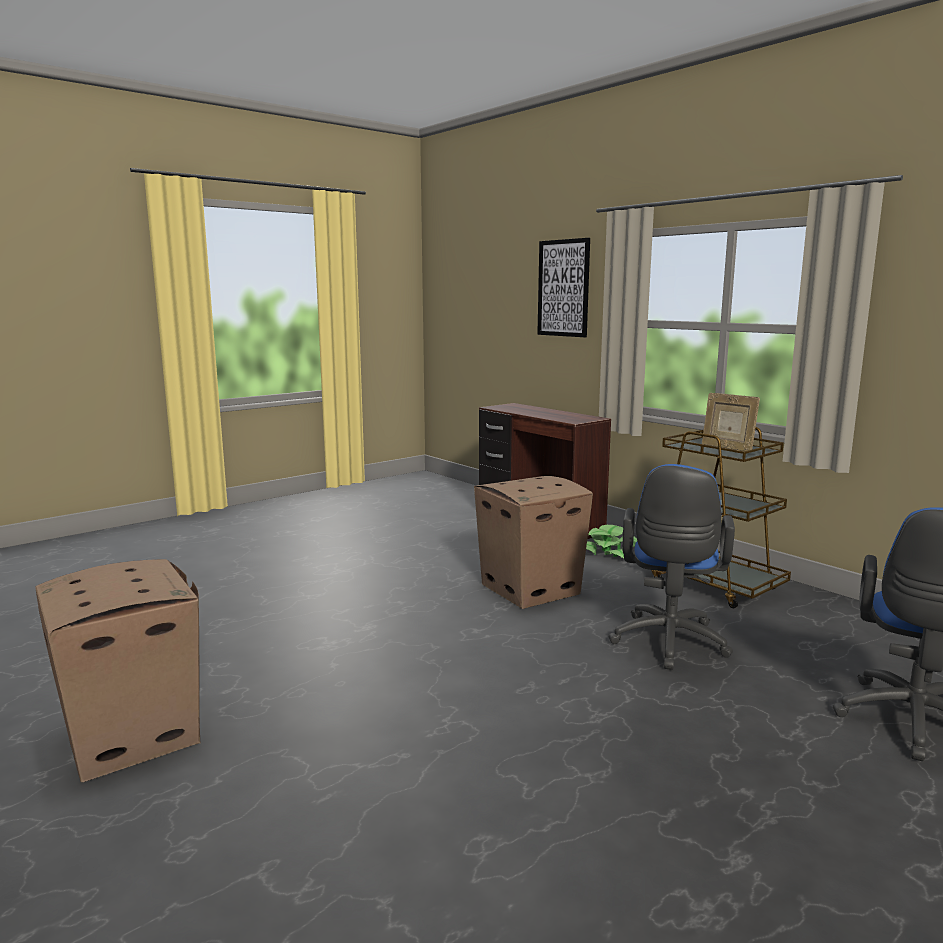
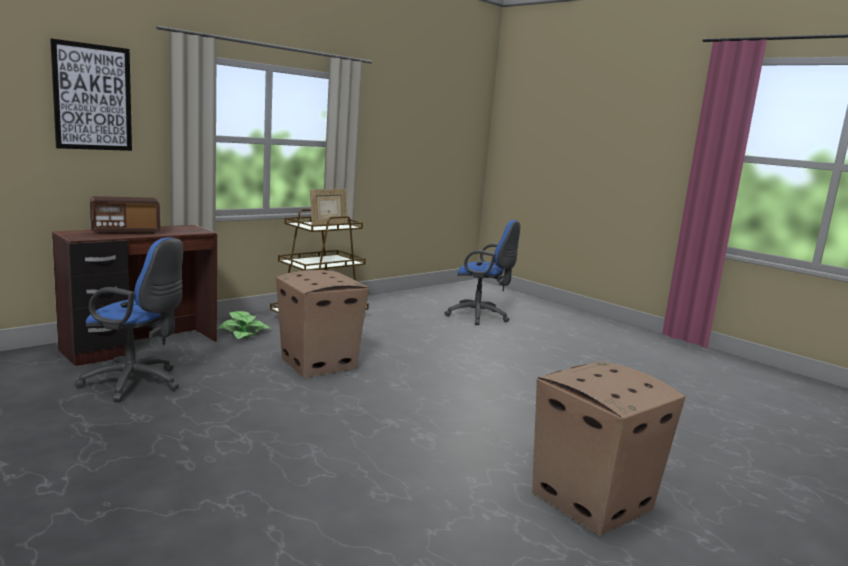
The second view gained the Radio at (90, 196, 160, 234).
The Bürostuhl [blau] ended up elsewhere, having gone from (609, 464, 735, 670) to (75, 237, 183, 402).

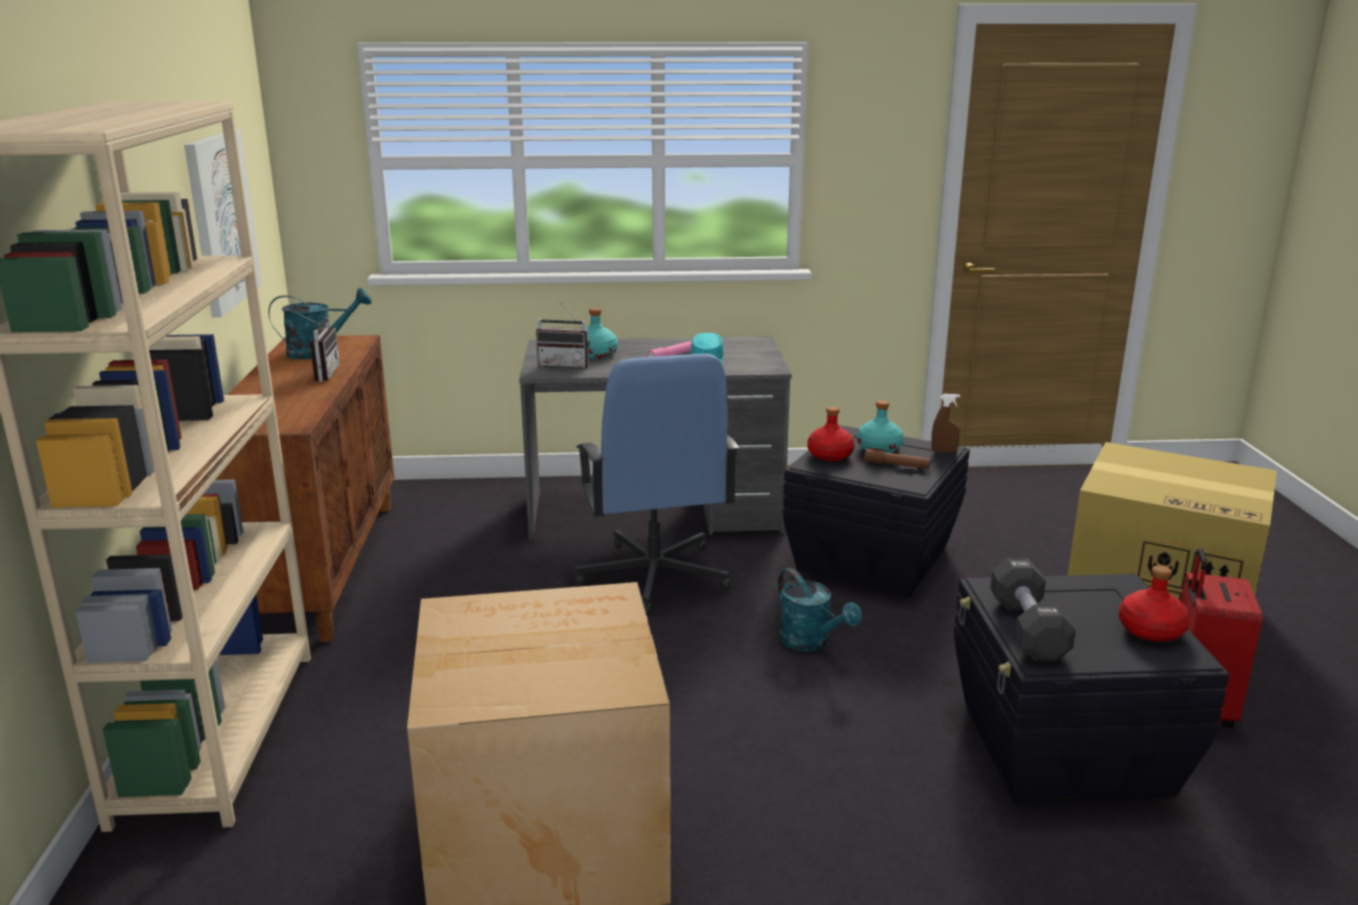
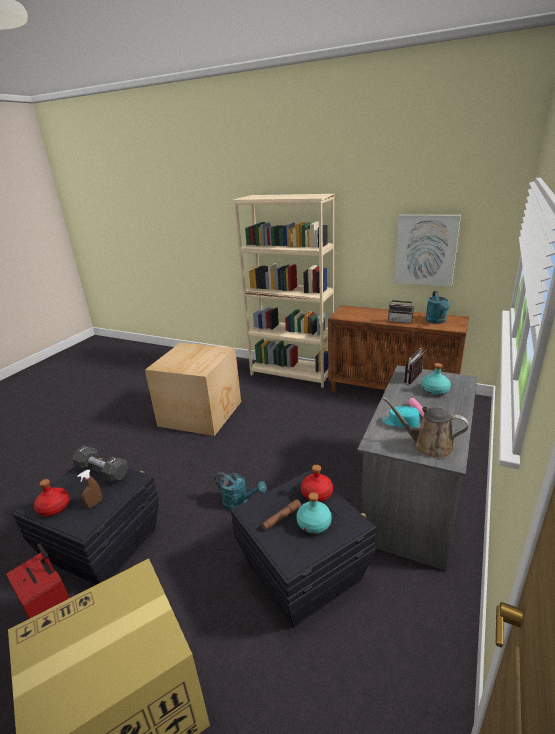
The second view lost the Bürostuhl [blau] at (575, 354, 739, 615).
The second view gained the Gießkanne [braun] at (382, 397, 469, 459).
The Sprühflasche [braun] ended up elsewhere, having gone from (931, 394, 960, 453) to (77, 470, 102, 508).
The Gießkanne [türkis] at (777, 568, 861, 652) ended up facing another way, 150 degrees counterclockwise from before.

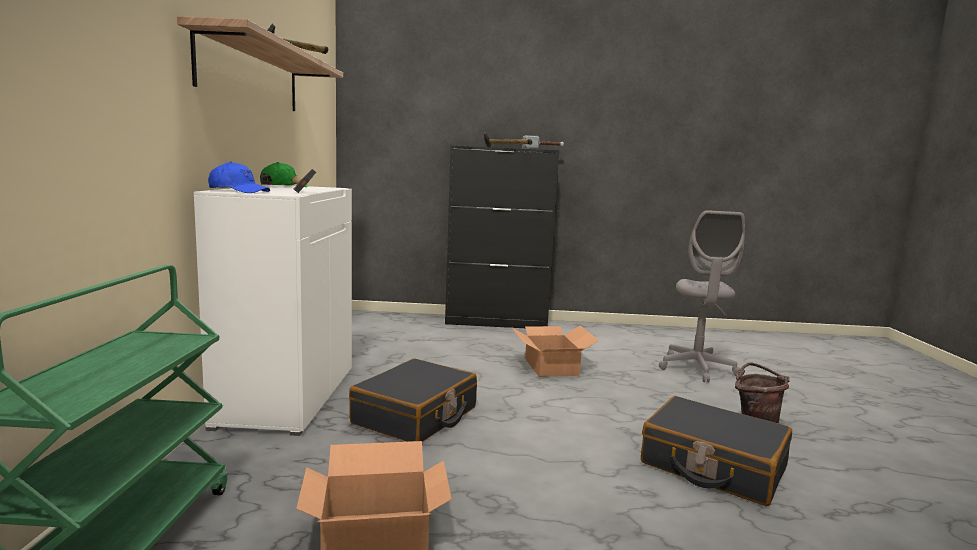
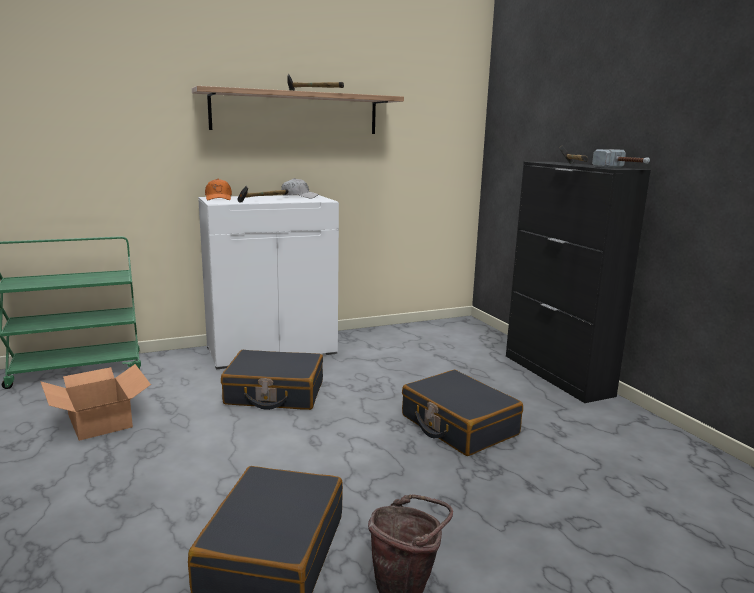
The second view lost the Bürostuhl [grau] at (659, 210, 745, 383).
Where the Karton stood at (511, 325, 599, 377), the Koffer [schwarz] came to stand at (402, 370, 523, 456).
What was the Kappe [blau] at (208, 162, 270, 193) turned into the Kappe [orange] at (205, 179, 232, 200).
What was the Kappe [grün] at (260, 162, 308, 187) turned into the Kappe [weiß] at (281, 178, 319, 198).

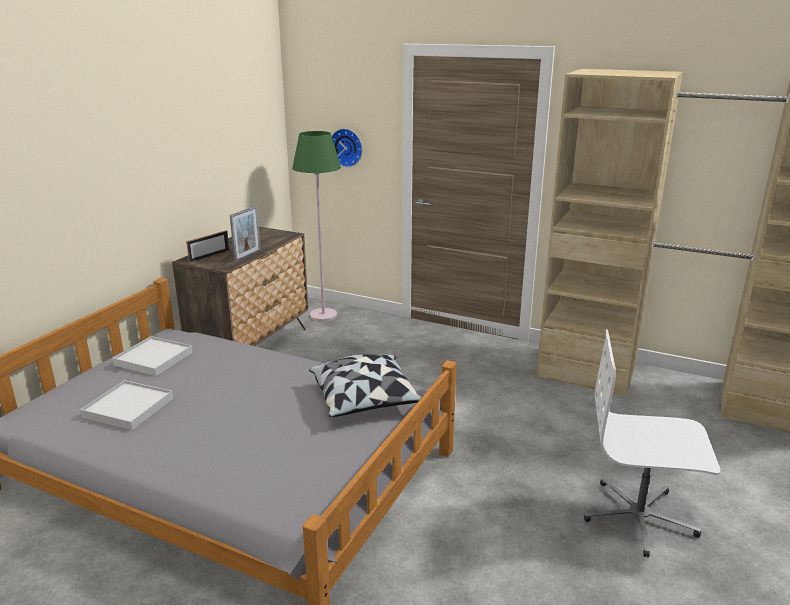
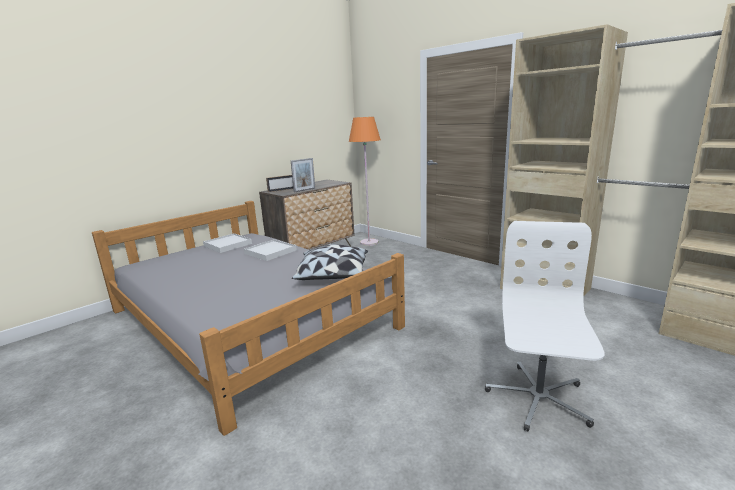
The second view lost the Wanduhr at (332, 129, 363, 167).
The Tablett [weiß] ended up elsewhere, having gone from (80, 380, 173, 430) to (244, 239, 297, 261).
What was the Stehlampe [grün] at (292, 131, 341, 322) turned into the Stehlampe [orange] at (349, 117, 381, 246).
The Bürostuhl [weiß] at (584, 329, 721, 557) ended up facing another way, 75 degrees clockwise from before.

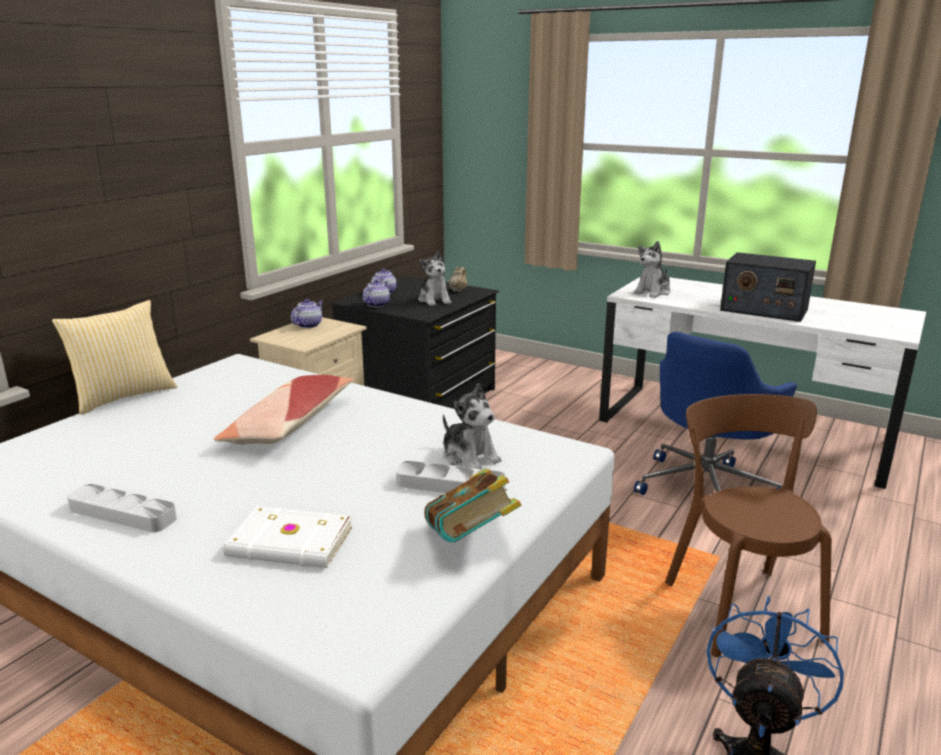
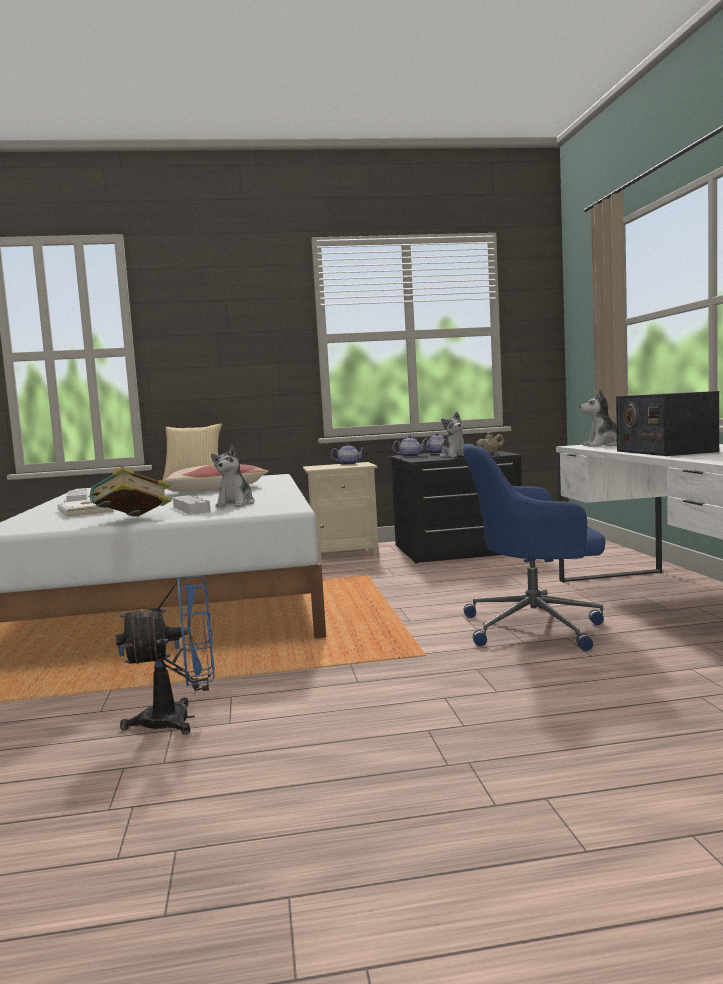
The second view lost the Stuhl [braun] at (665, 394, 832, 657).
The Plüschtier at (418, 251, 451, 306) ended up facing another way, 45 degrees counterclockwise from before.

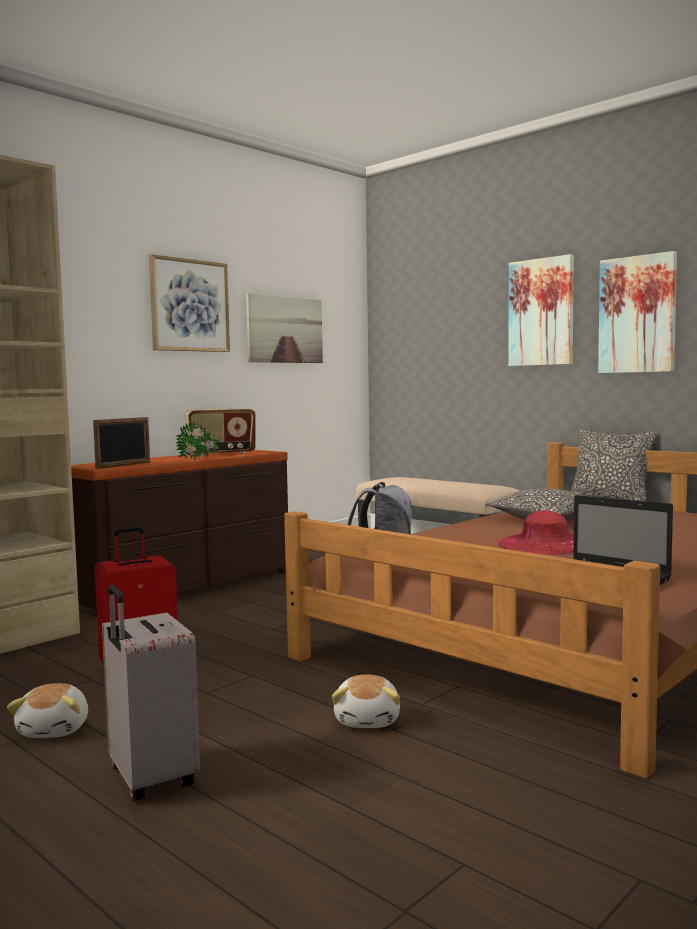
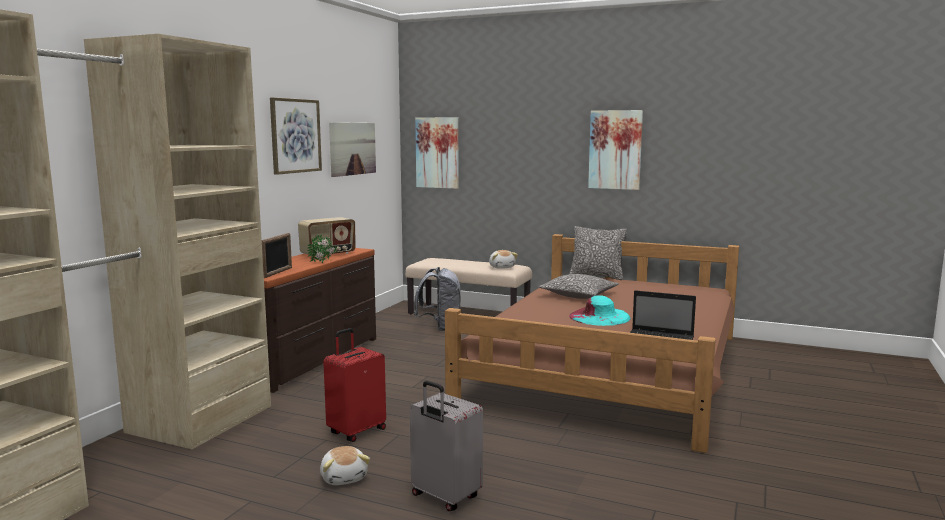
The Plüschtier ended up elsewhere, having gone from (332, 675, 400, 728) to (489, 250, 518, 269).
The Bild ended up elsewhere, having gone from (508, 254, 574, 366) to (415, 117, 459, 189).
What was the Hut [rot] at (498, 510, 574, 555) turned into the Hut [türkis] at (569, 295, 631, 326).

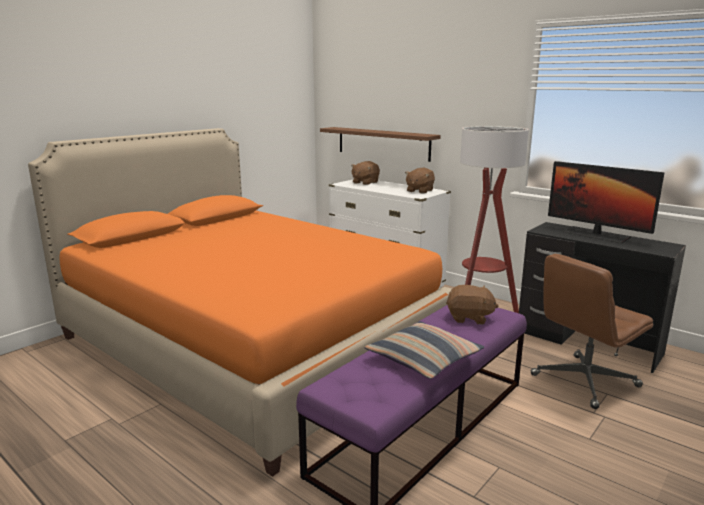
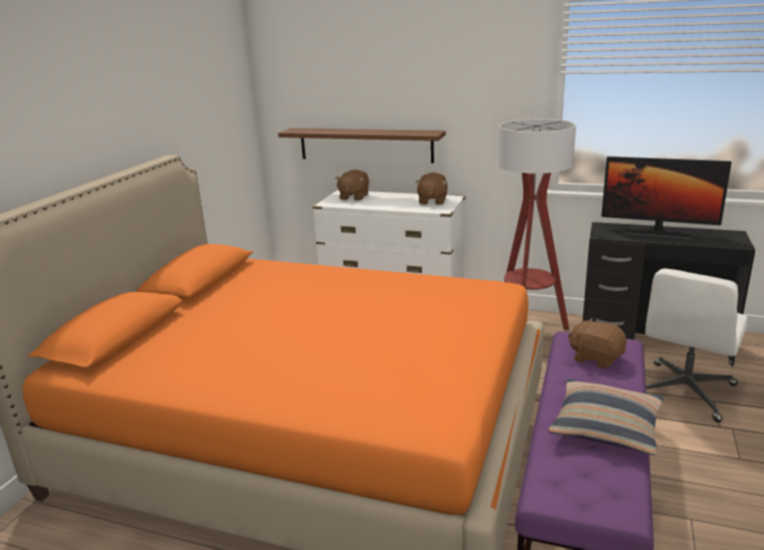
What was the Bürostuhl [braun] at (530, 254, 653, 409) turned into the Bürostuhl [weiß] at (645, 269, 748, 423).
The Plüschtier [braun] at (446, 285, 499, 324) ended up facing another way, 135 degrees counterclockwise from before.

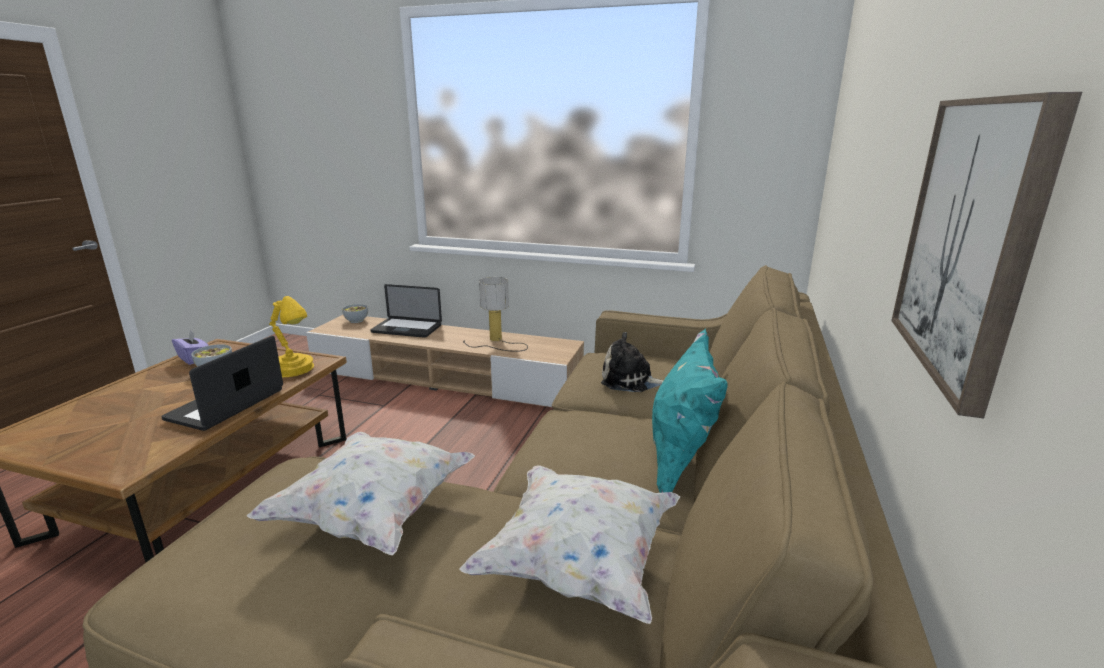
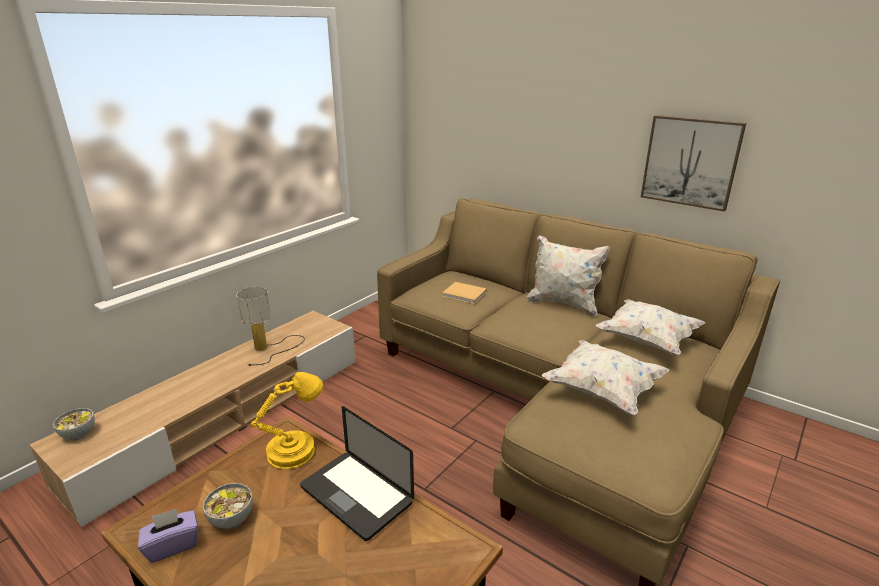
The second view lost the Laptop at (370, 284, 442, 338).
Where the Plüschtier stood at (601, 332, 664, 392), the Buch [beige] came to stand at (442, 282, 487, 304).
What was the Kissen [türkis] at (652, 328, 728, 493) turned into the Kissen [weiß] at (527, 235, 610, 316).

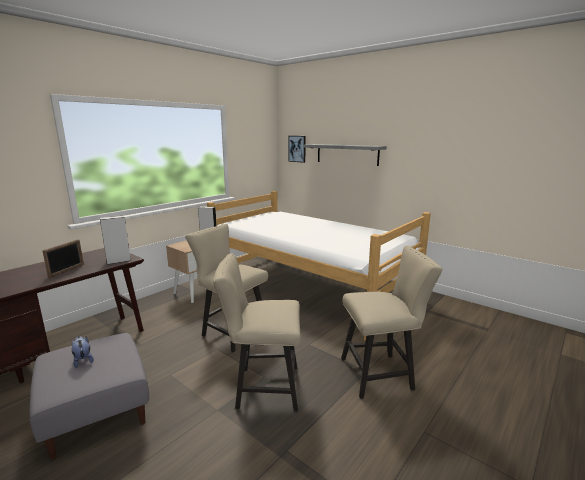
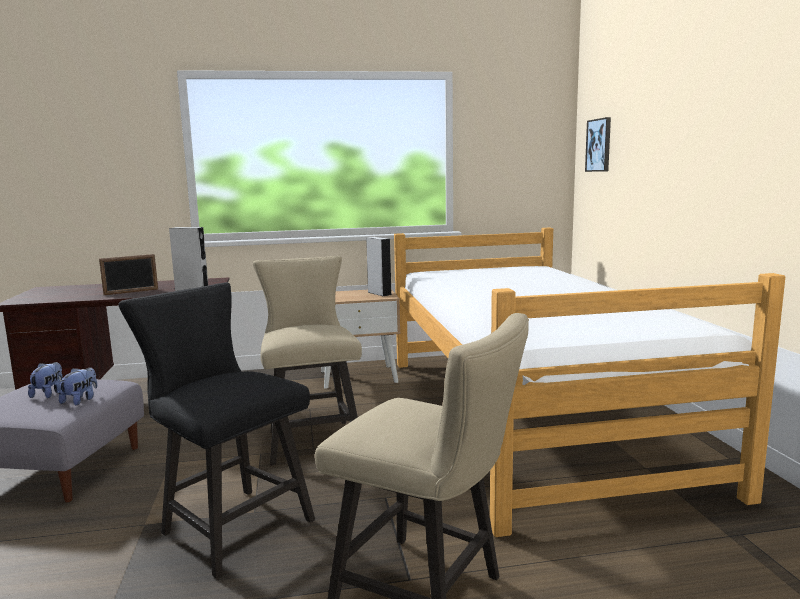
The second view lost the Wandregal [grau] at (303, 144, 387, 166).
The second view gained the Plüschtier at (58, 368, 98, 405).
What was the Stuhl [beige] at (213, 253, 301, 412) turned into the Stuhl [schwarz] at (119, 282, 315, 578).

